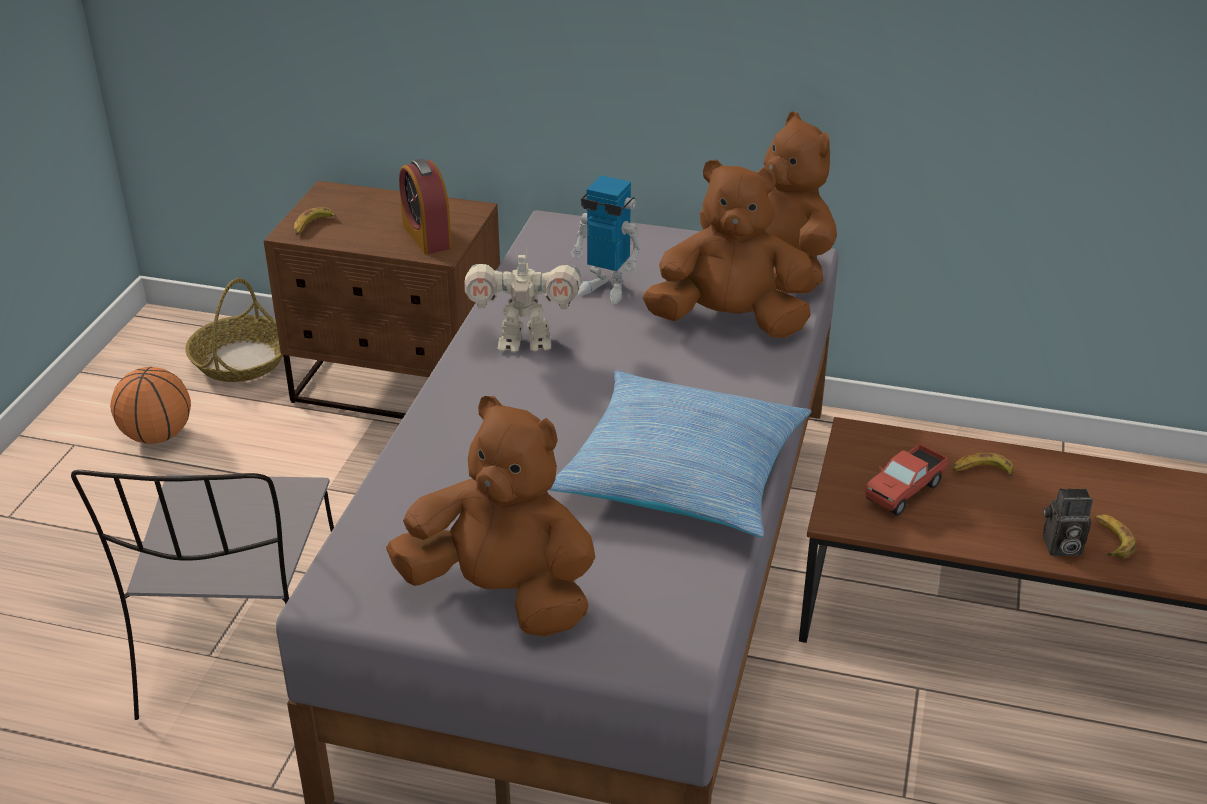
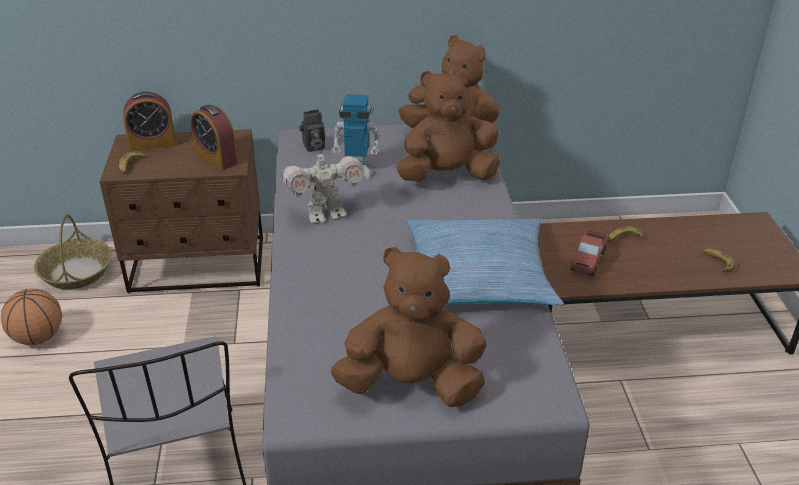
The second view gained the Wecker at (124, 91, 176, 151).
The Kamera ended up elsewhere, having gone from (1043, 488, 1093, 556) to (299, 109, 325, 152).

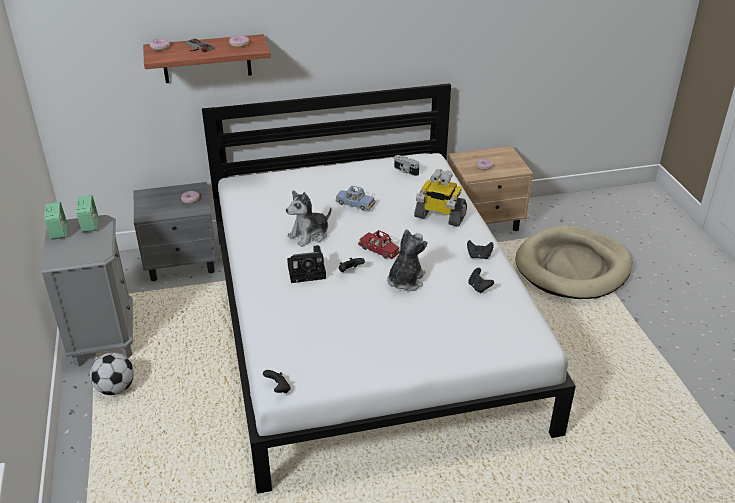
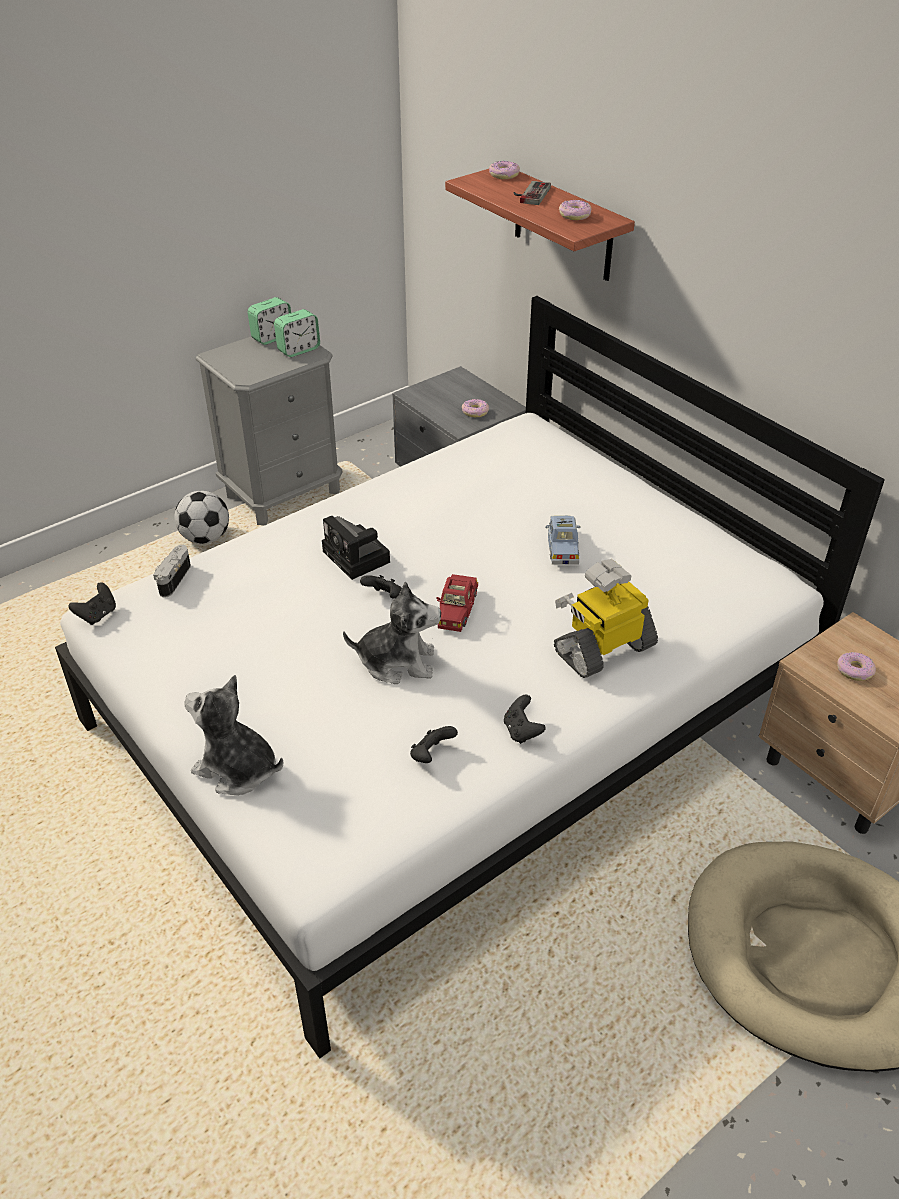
The Plüschtier ended up elsewhere, having gone from (286, 190, 331, 247) to (184, 675, 283, 795).
The Kamera ended up elsewhere, having gone from (394, 155, 419, 176) to (153, 545, 191, 597).
The Spielzeugroboter at (414, 169, 467, 227) ended up facing another way, 60 degrees clockwise from before.

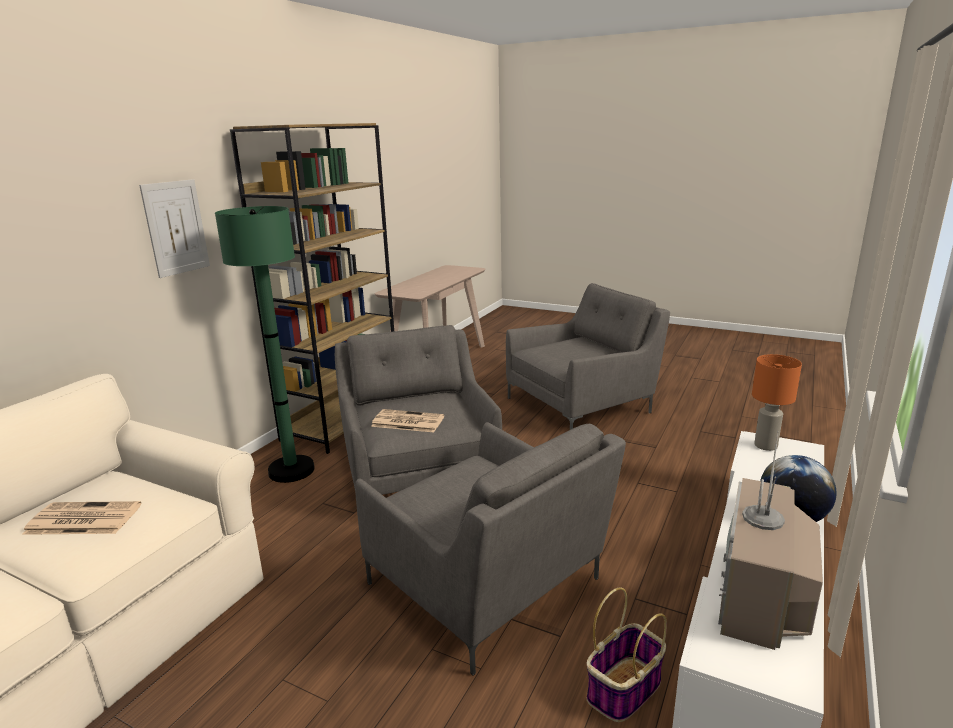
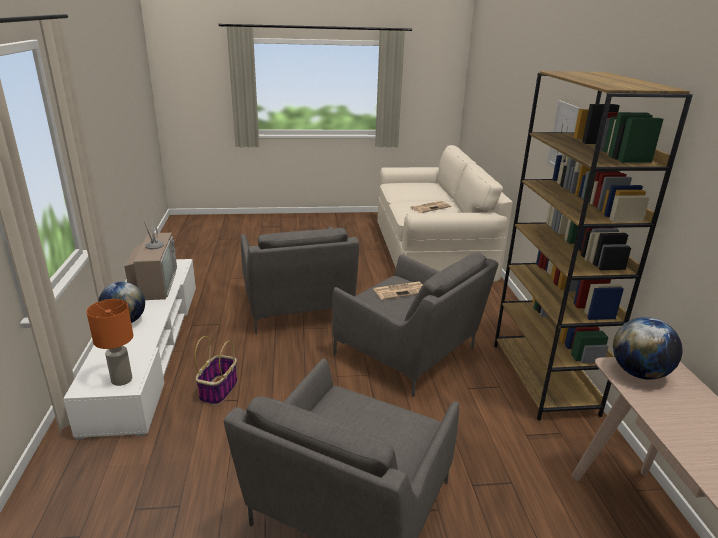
The second view lost the Stehlampe [grün] at (215, 206, 315, 483).
The second view gained the Globus at (613, 317, 682, 380).
The Korb ended up elsewhere, having gone from (587, 587, 667, 722) to (194, 336, 238, 405).
The Sessel [grau] at (355, 422, 626, 675) ended up facing another way, 120 degrees counterclockwise from before.

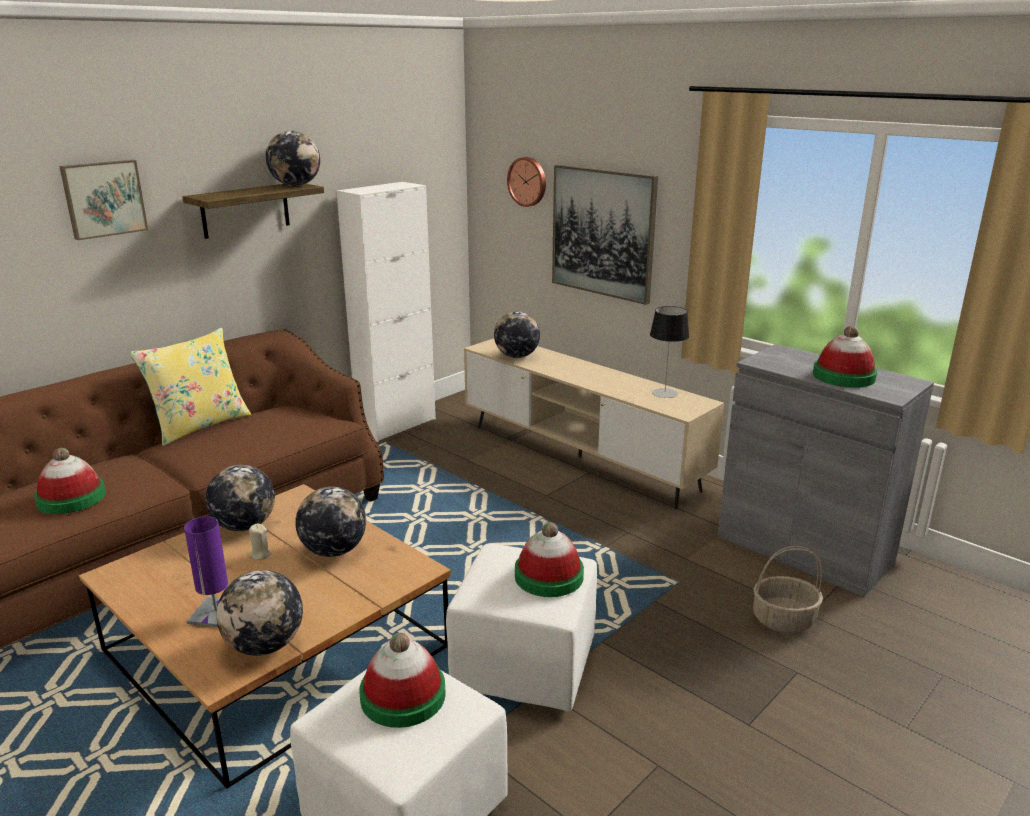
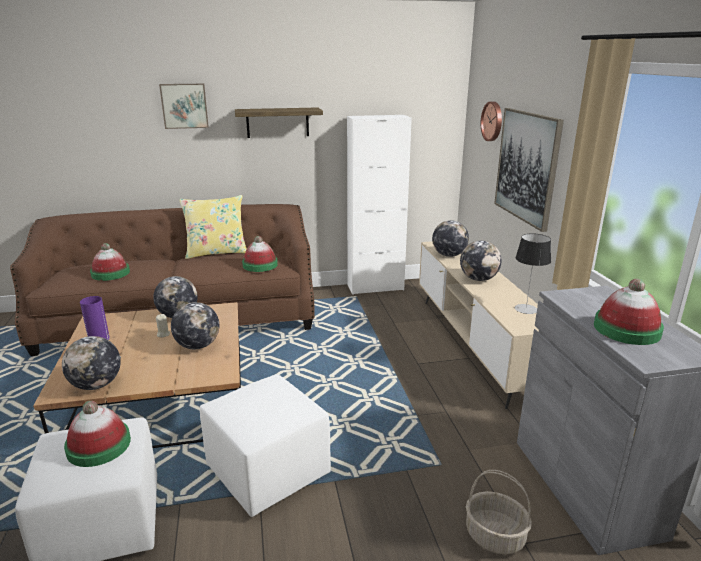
The Globus ended up elsewhere, having gone from (266, 131, 320, 186) to (460, 241, 502, 281).
The Hut ended up elsewhere, having gone from (515, 522, 584, 597) to (242, 236, 278, 272).

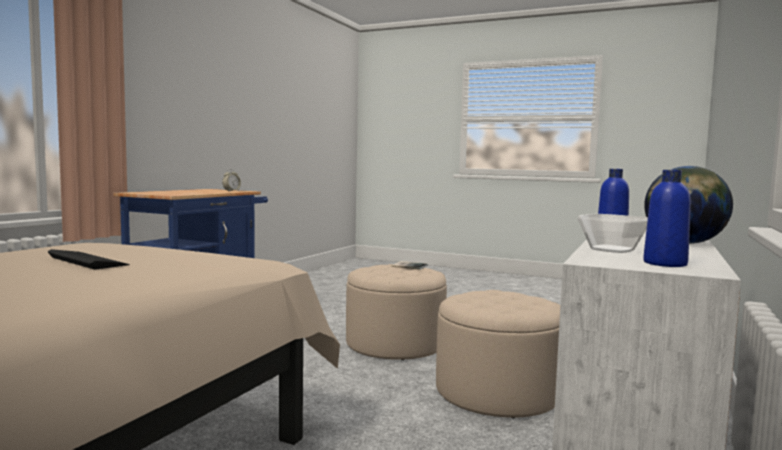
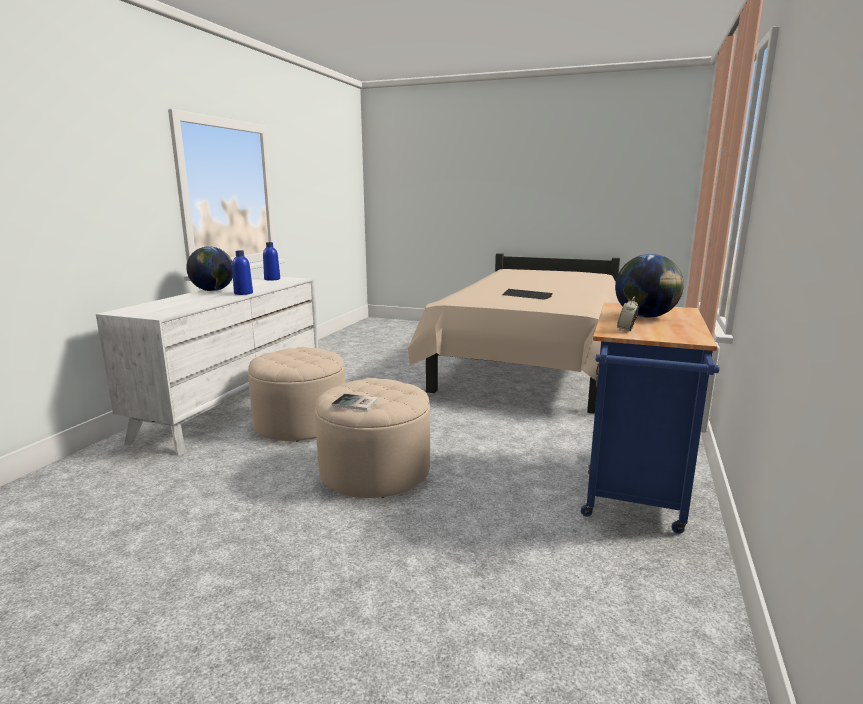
The second view lost the Schüssel at (578, 214, 648, 253).
The second view gained the Globus at (615, 254, 684, 318).

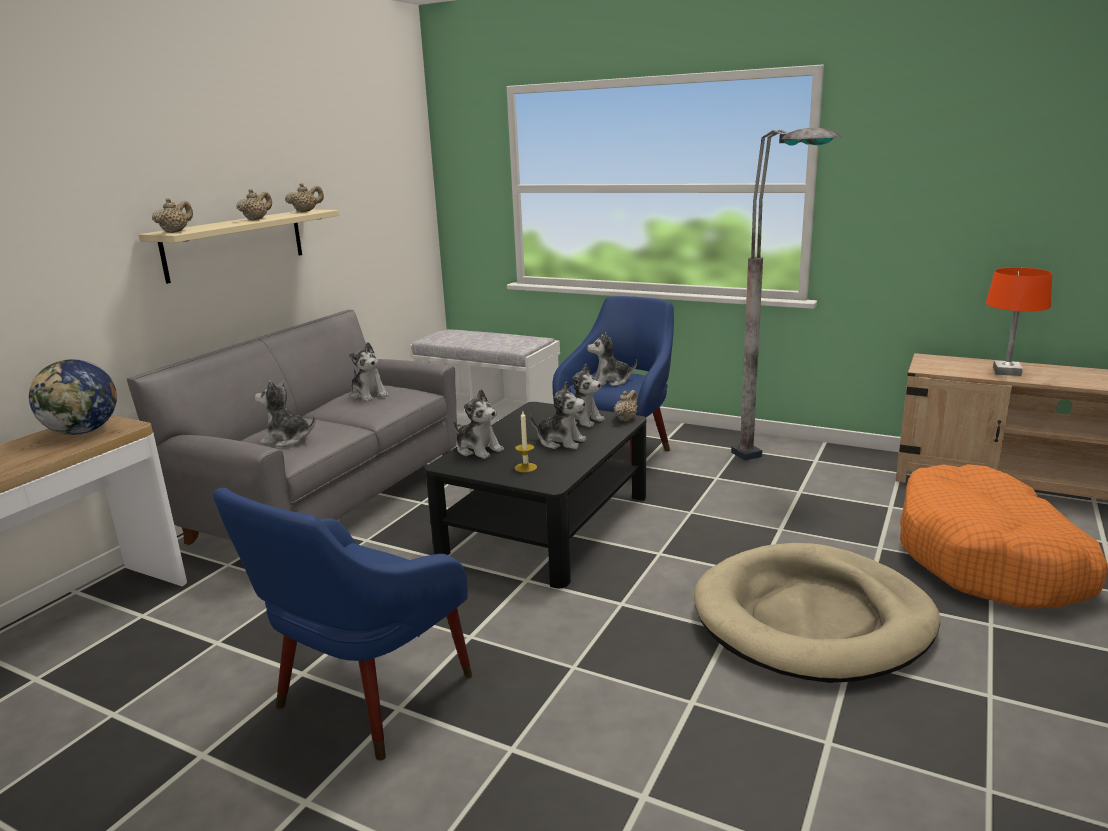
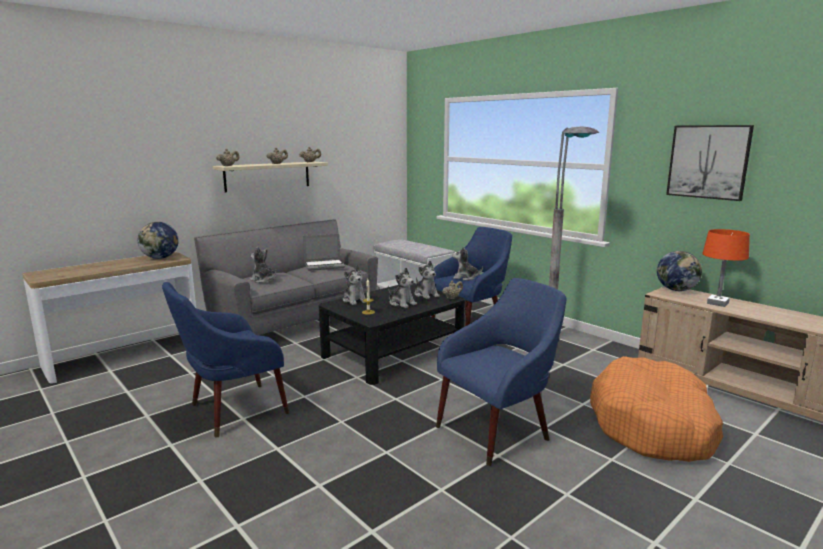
The second view gained the Globus at (657, 251, 702, 291).
The second view gained the Bild at (666, 125, 754, 201).
Where the Plüschtier stood at (349, 342, 389, 402), the Laptop came to stand at (303, 234, 345, 271).
Where the Hundebett [beige] stood at (694, 543, 940, 683), the Sessel [blau] came to stand at (436, 278, 566, 466).

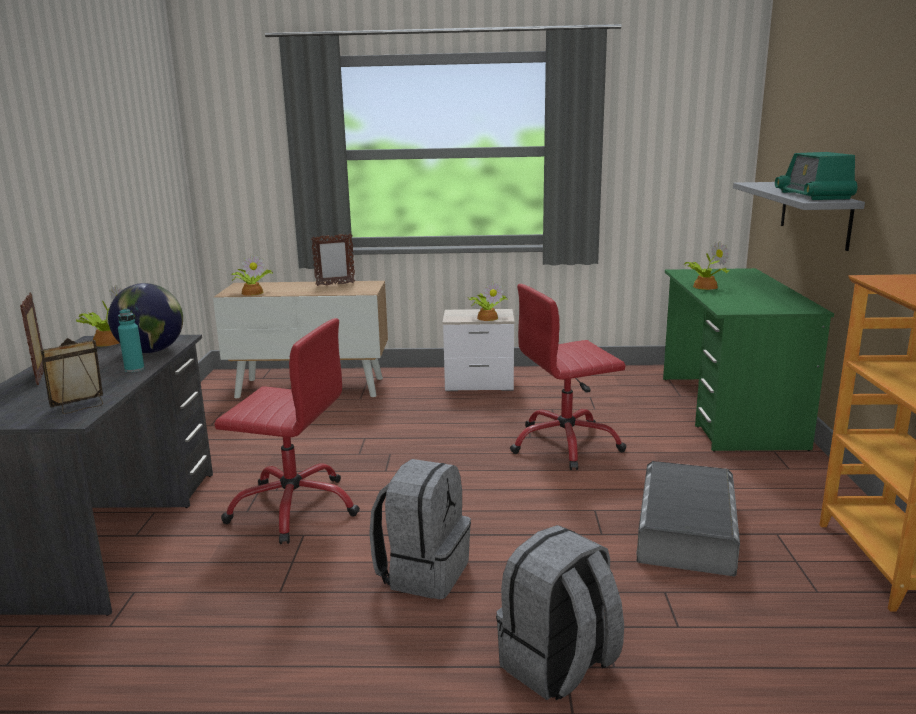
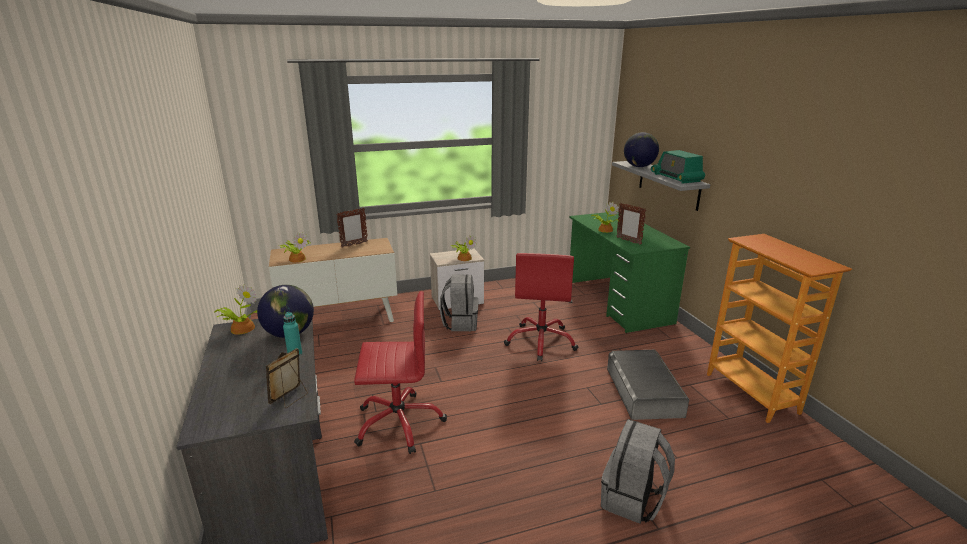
The second view gained the Globus at (624, 132, 659, 167).
The Bilderrahmen ended up elsewhere, having gone from (20, 292, 44, 385) to (617, 203, 646, 245).
The Rucksack [grau] ended up elsewhere, having gone from (369, 459, 471, 599) to (440, 274, 479, 331).
The Bürostuhl [rot] at (510, 284, 626, 470) ended up facing another way, 45 degrees counterclockwise from before.

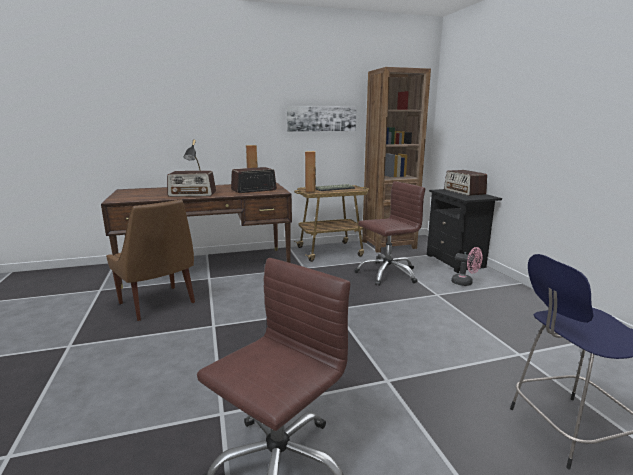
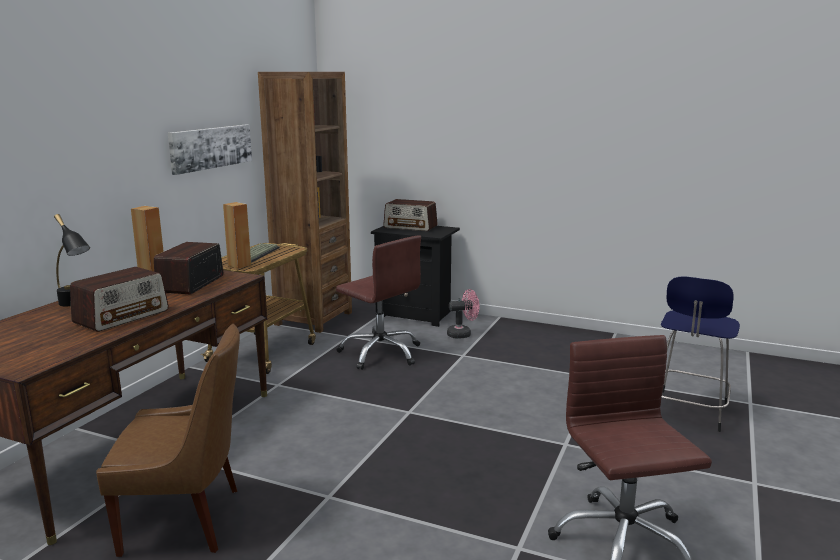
The Bürostuhl [braun] at (354, 181, 425, 286) ended up facing another way, 120 degrees clockwise from before.

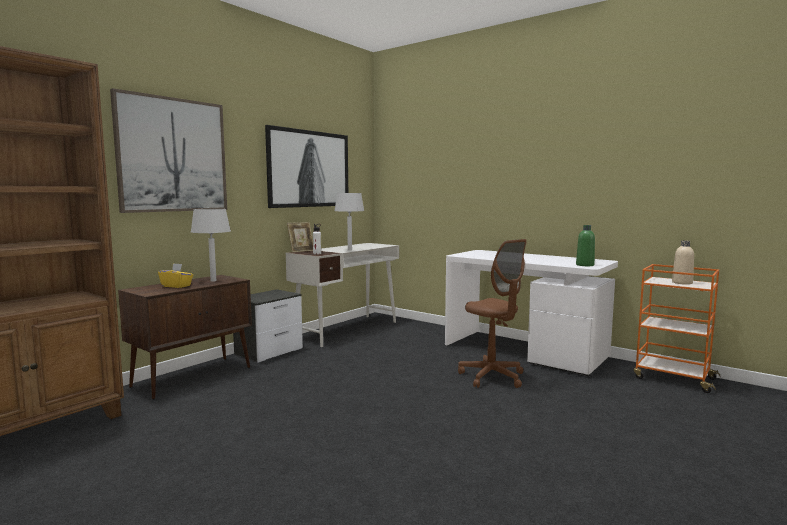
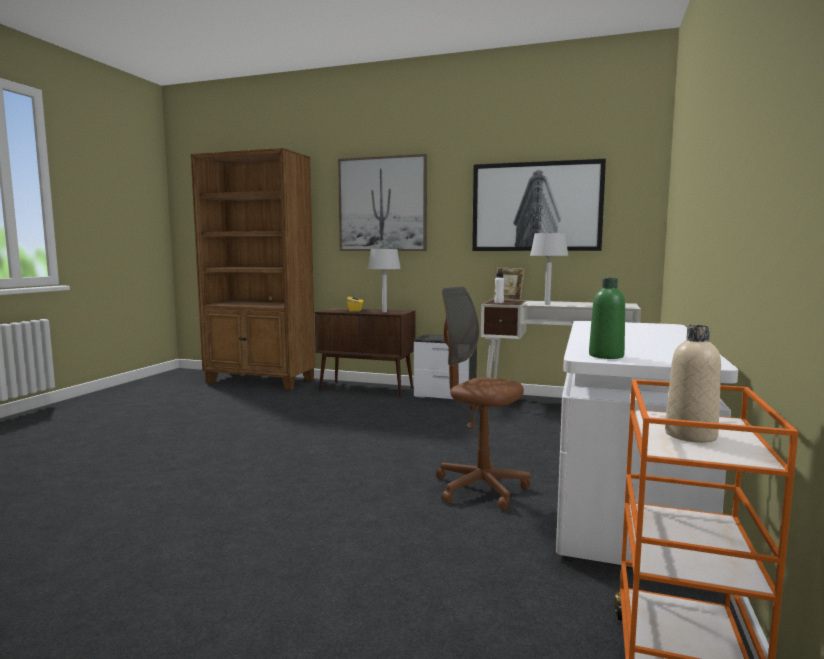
The Bürostuhl [braun] at (458, 239, 527, 388) ended up facing another way, 90 degrees clockwise from before.

